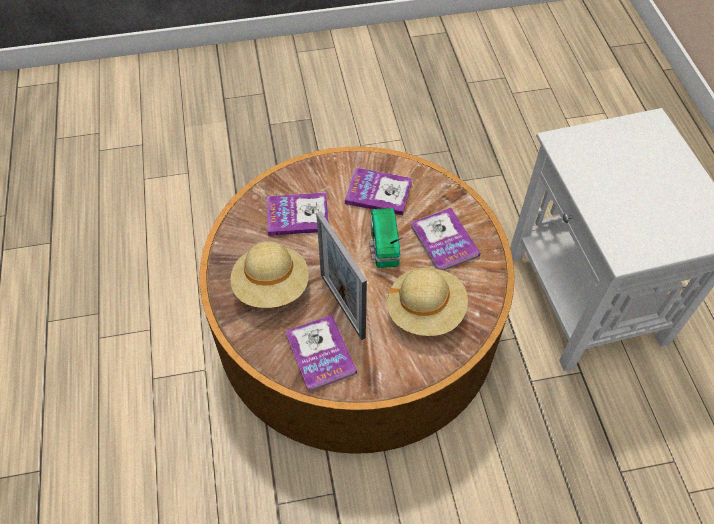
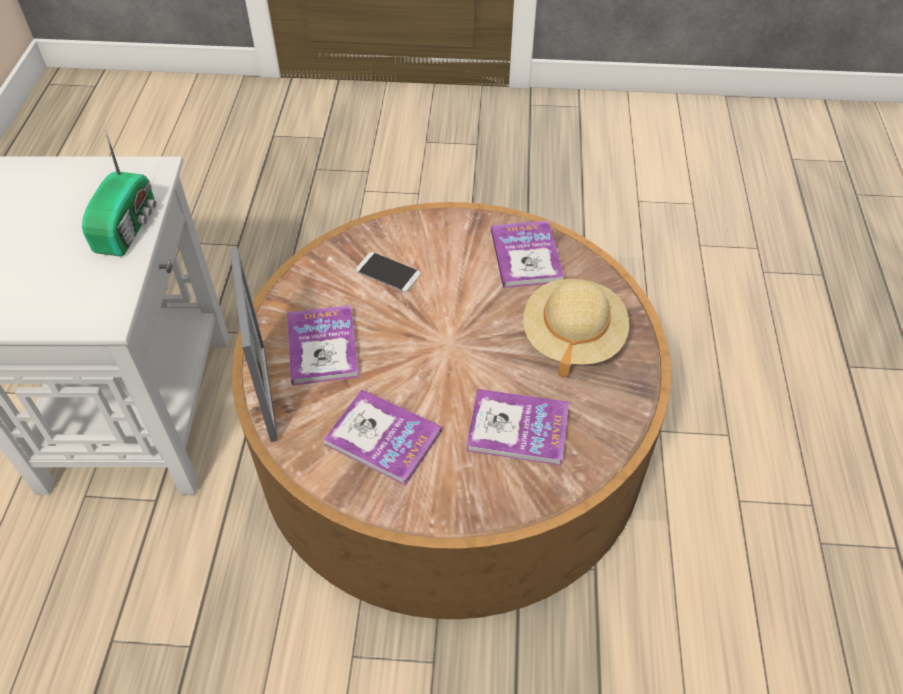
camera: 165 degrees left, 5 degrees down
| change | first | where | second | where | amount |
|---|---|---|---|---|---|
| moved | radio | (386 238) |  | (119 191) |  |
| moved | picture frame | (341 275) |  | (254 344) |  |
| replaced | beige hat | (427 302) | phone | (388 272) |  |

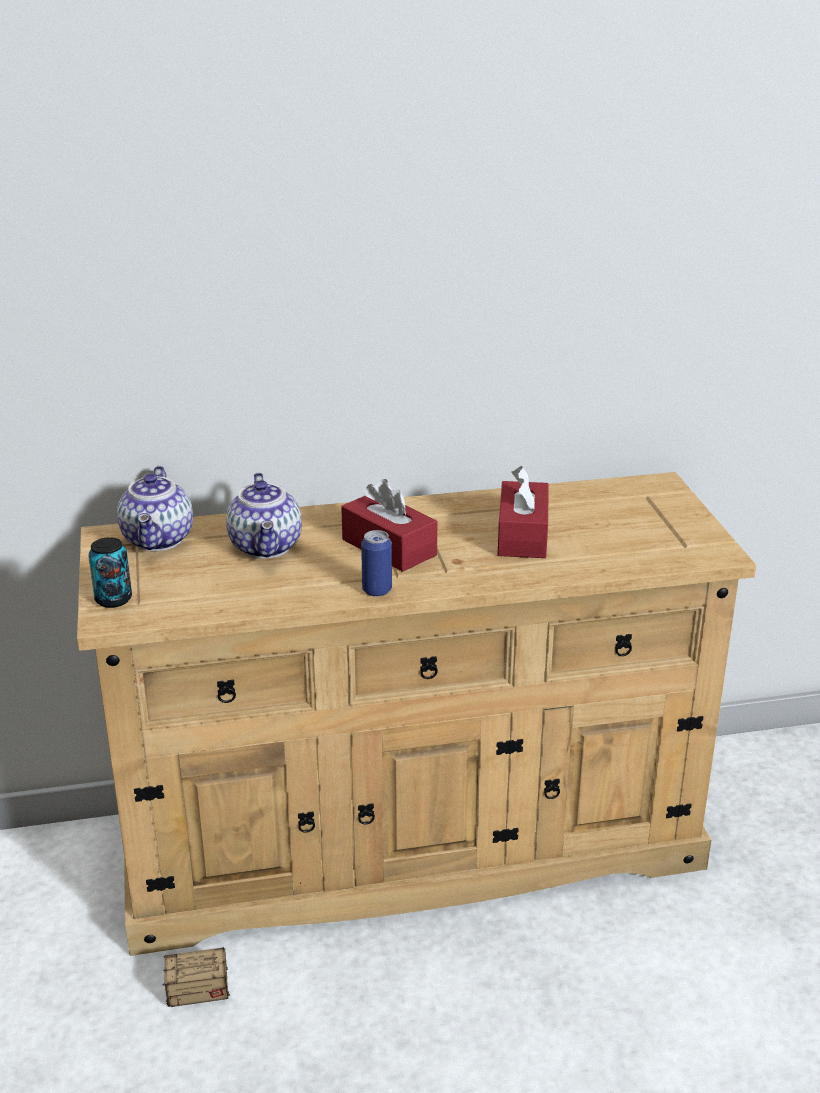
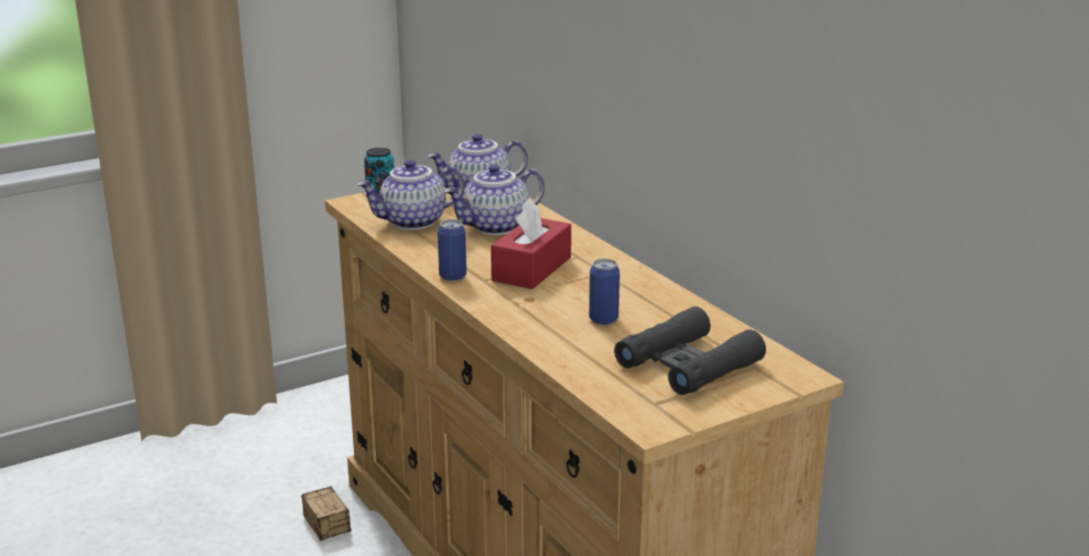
camera: 70 degrees right, 5 degrees down
| change | first | where | second | where | amount |
|---|---|---|---|---|---|
| added |  |  | teapot | (411 195) |  |
| replaced | red tissue box | (523 512) | can | (604 292) |  |
| added |  |  | black binoculars | (690 350) |  |

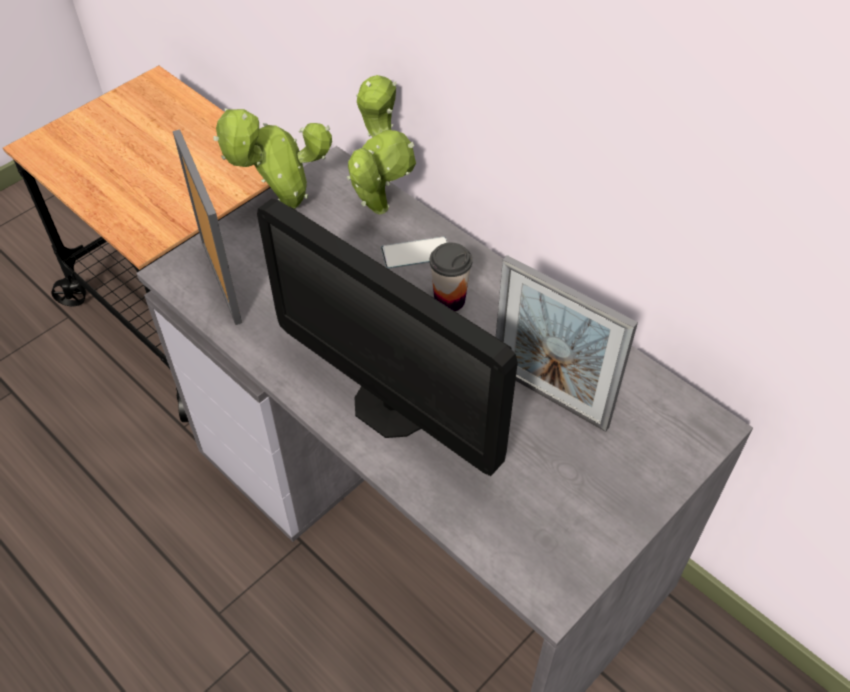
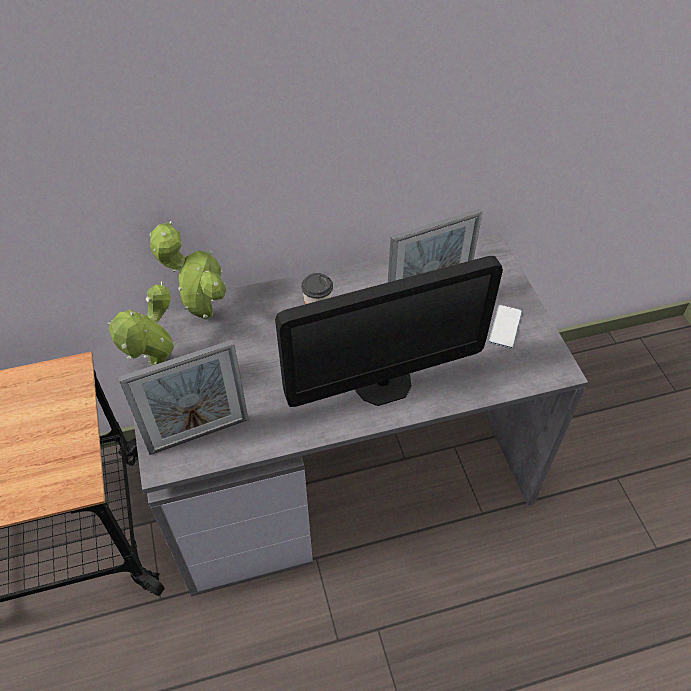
camera: 60 degrees left, 0 degrees up
| change | first | where | second | where | amount |
|---|---|---|---|---|---|
| turned | picture frame | (207 227) |  | (183 397) | 150 degrees clockwise |
| moved | phone | (414 253) |  | (505 326) |  |

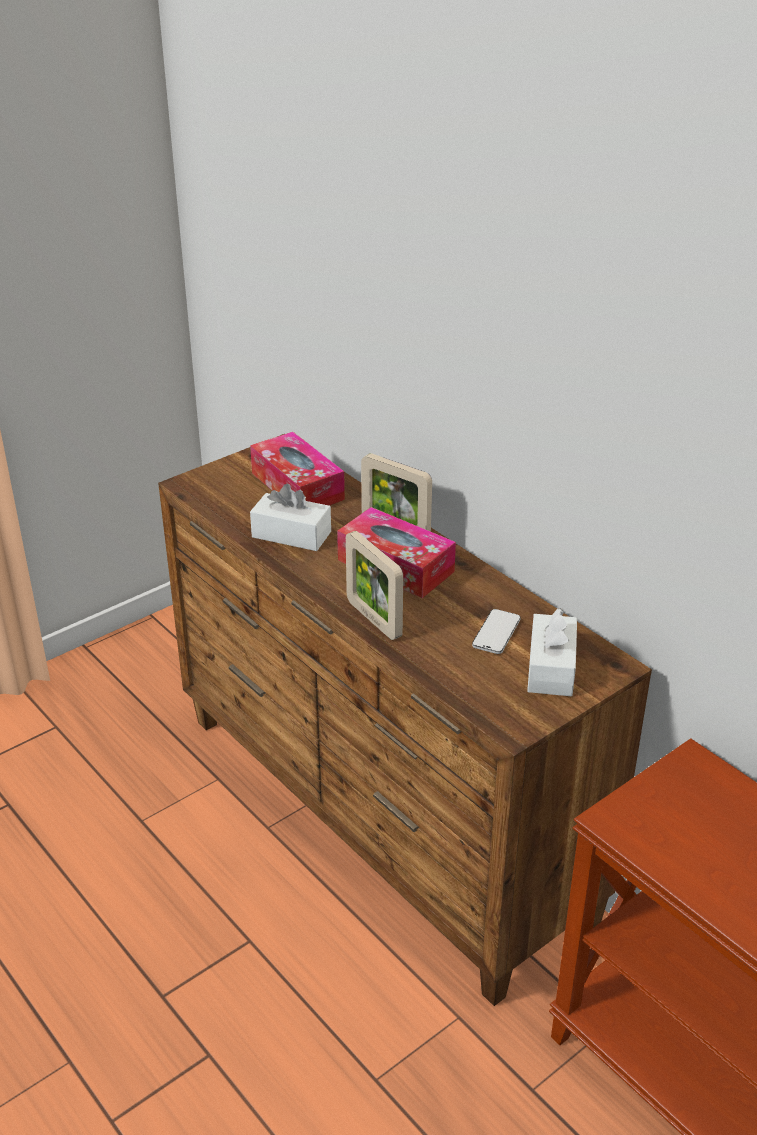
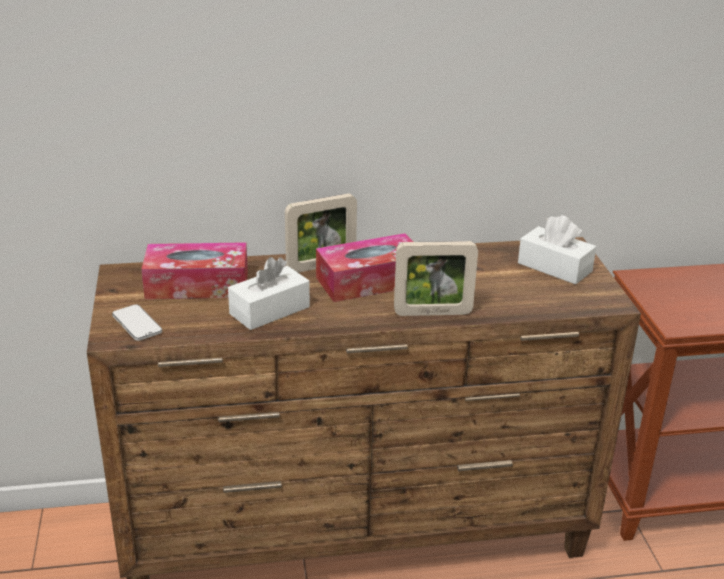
camera: 60 degrees left, 5 degrees down
| change | first | where | second | where | amount |
|---|---|---|---|---|---|
| moved | phone | (496 631) |  | (137 323) |  |

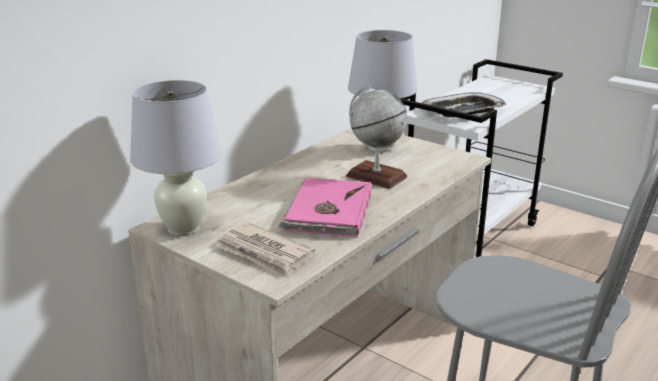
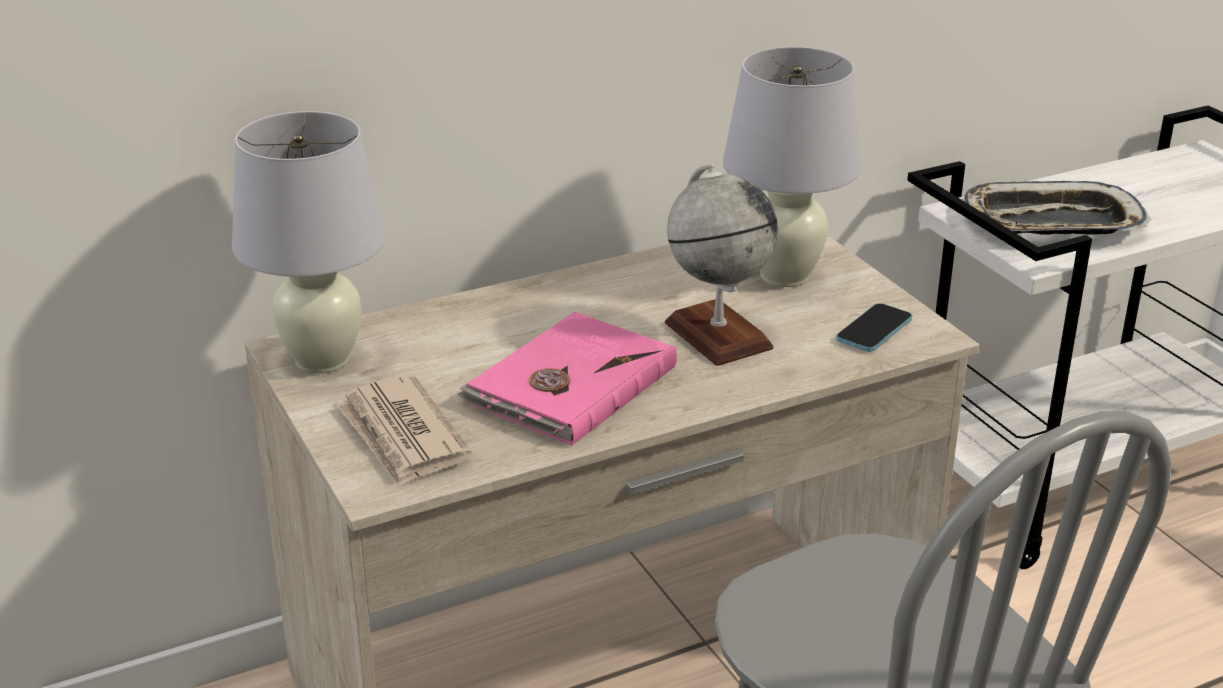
camera: 25 degrees right, 5 degrees up
| change | first | where | second | where | amount |
|---|---|---|---|---|---|
| added |  |  | phone | (874 327) |  |

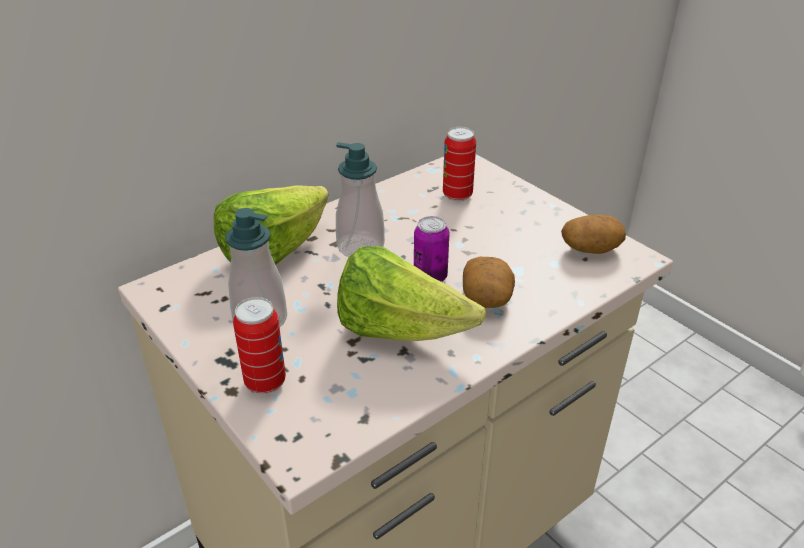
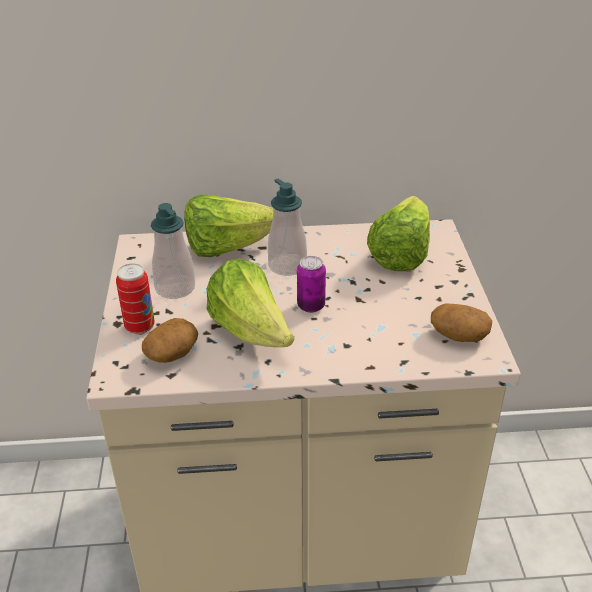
camera: 35 degrees right, 0 degrees up
| change | first | where | second | where | amount |
|---|---|---|---|---|---|
| moved | potato | (489 282) |  | (170 340) |  |
| replaced | can | (459 164) | lettuce | (398 233) |  |

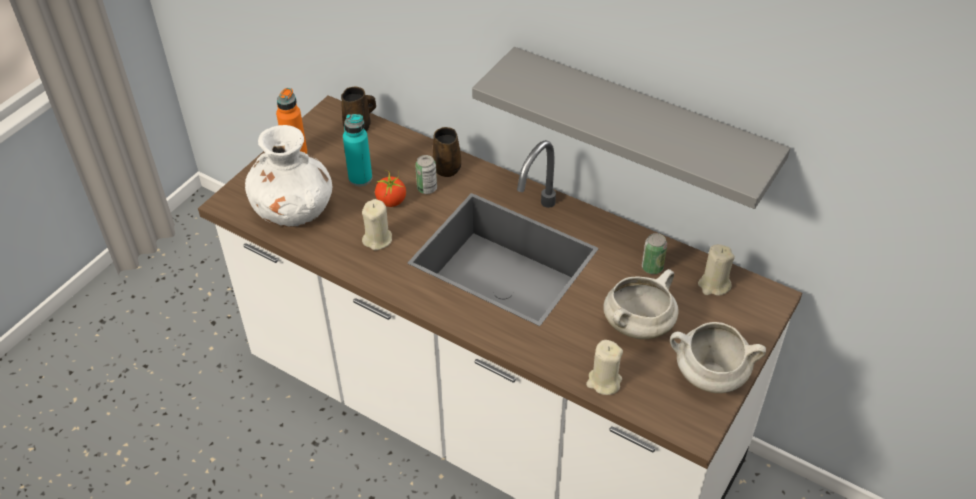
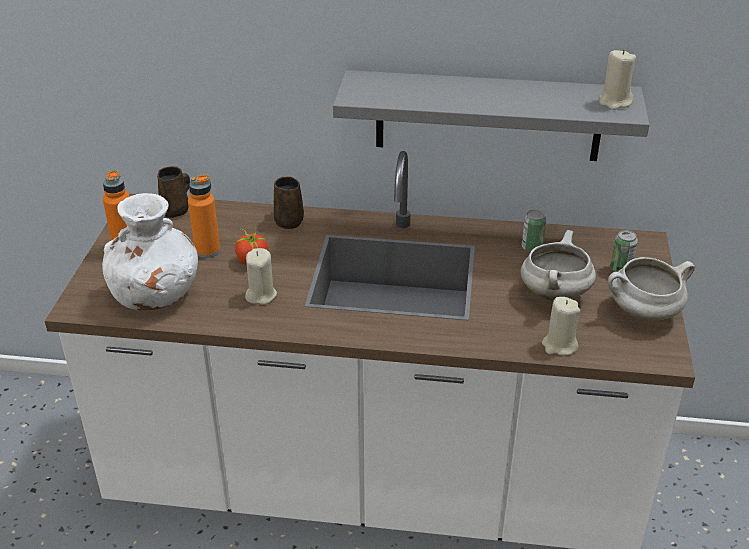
camera: 25 degrees left, 10 degrees down
| change | first | where | second | where | amount |
|---|---|---|---|---|---|
| recoloured | turquoise bottle | (357 150) | orange bottle | (204 216) |  |
| moved | beige candle | (716 270) |  | (617 79) |  |
| moved | can | (426 174) |  | (624 251) |  |

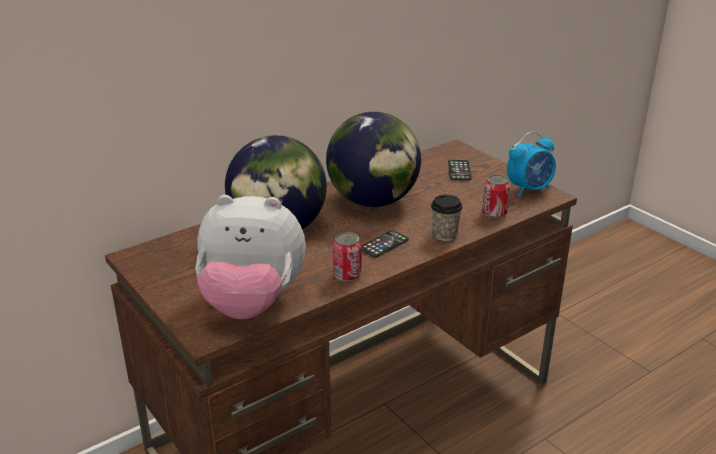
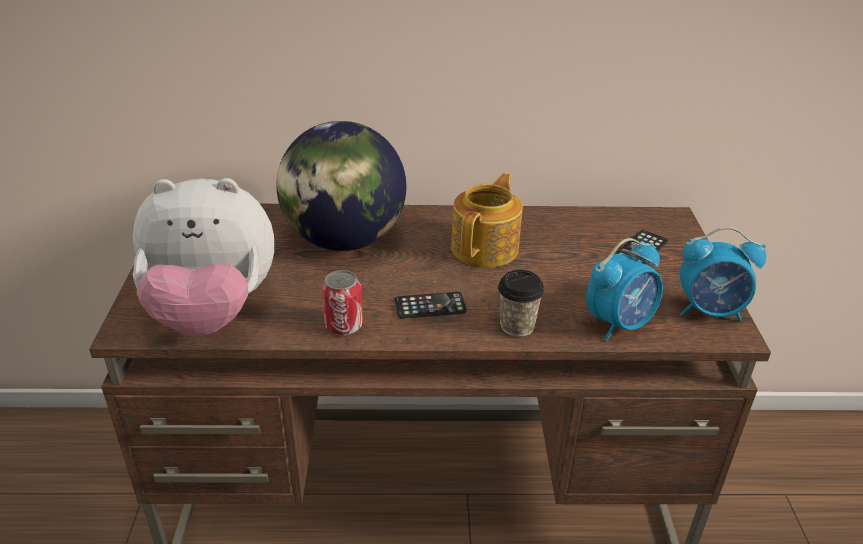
camera: 35 degrees right, 5 degrees up
| change | first | where | second | where | amount |
|---|---|---|---|---|---|
| turned | plush toy | (250 257) |  | (203 257) | 45 degrees counterclockwise |
| replaced | globe | (373 159) | teapot | (487 220) |  |
| replaced | can | (496 196) | alarm clock | (624 289) |  |

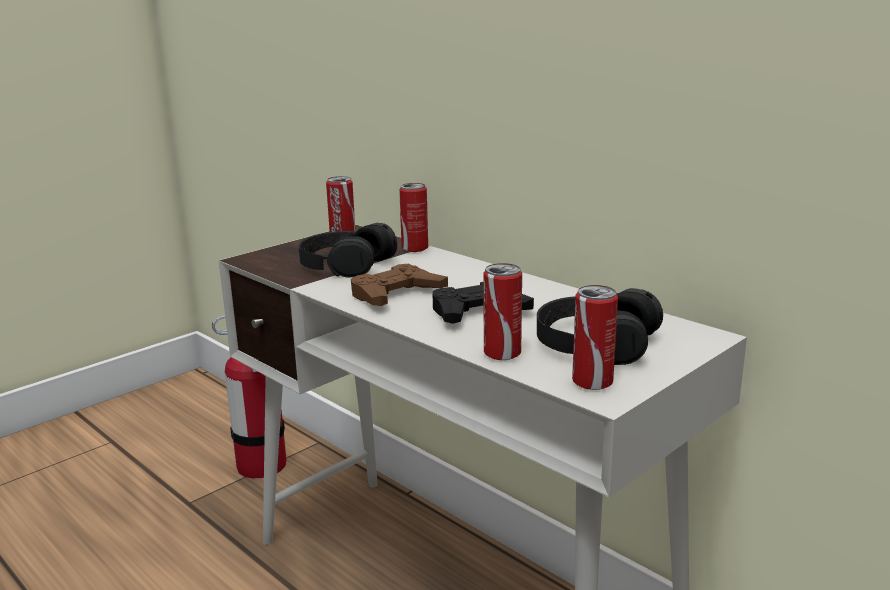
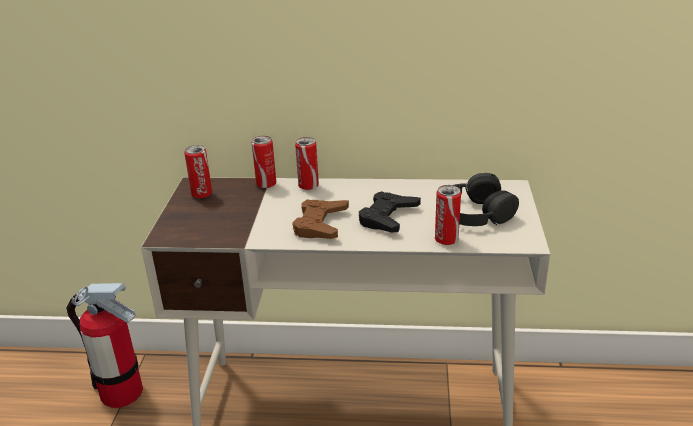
camera: 40 degrees left, 10 degrees up
| change | first | where | second | where | amount |
|---|---|---|---|---|---|
| moved | can | (595 337) |  | (307 163) |  |
| removed | black headphones | (347 250) |  |  |  |

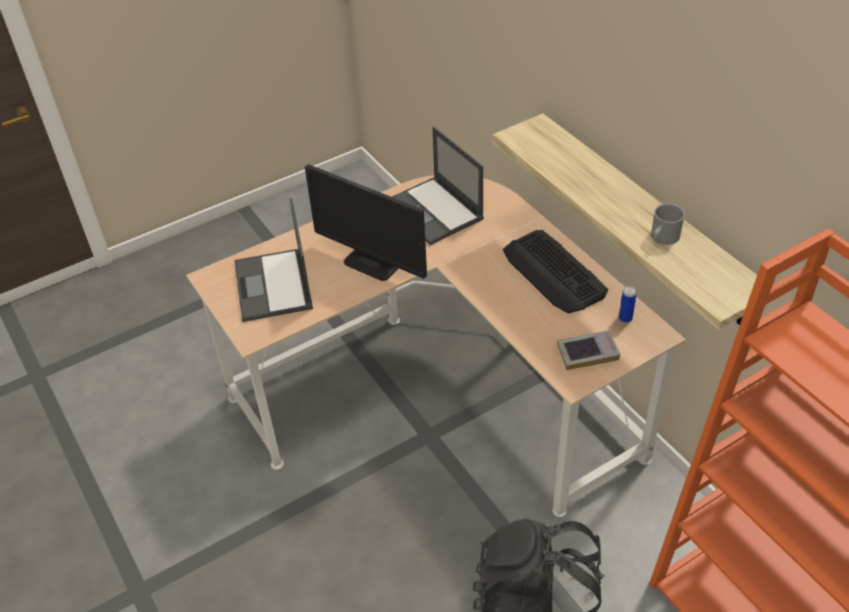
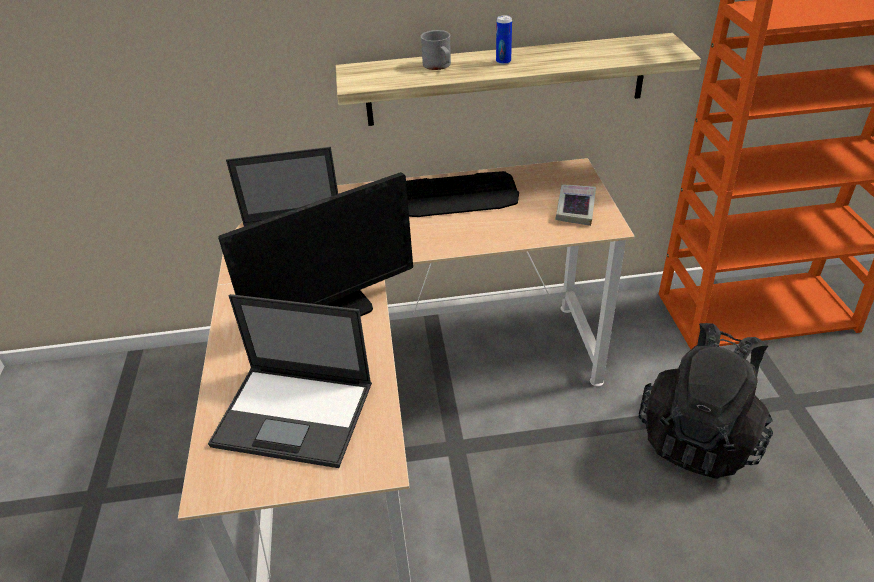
camera: 65 degrees left, 5 degrees down
| change | first | where | second | where | amount |
|---|---|---|---|---|---|
| moved | grey mug | (668 224) |  | (435 50) |  |
| moved | can | (628 304) |  | (504 40) |  |

